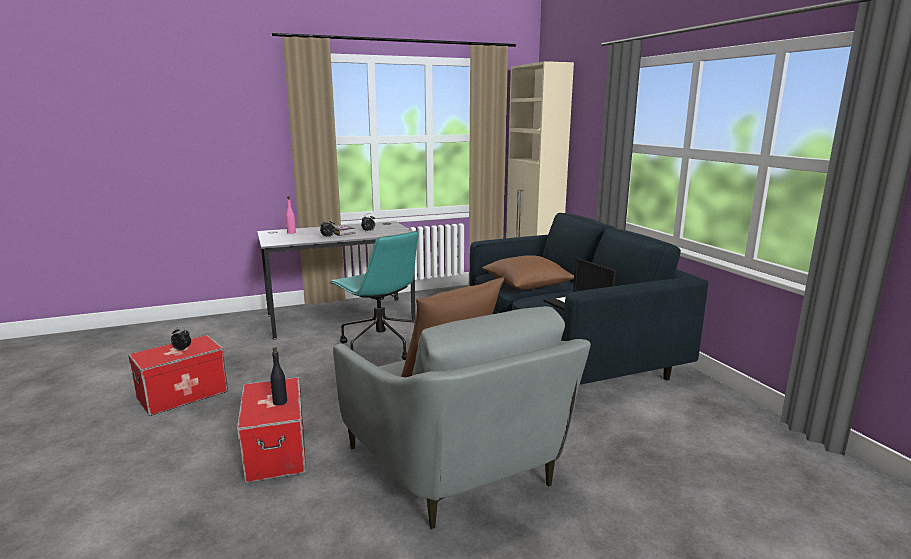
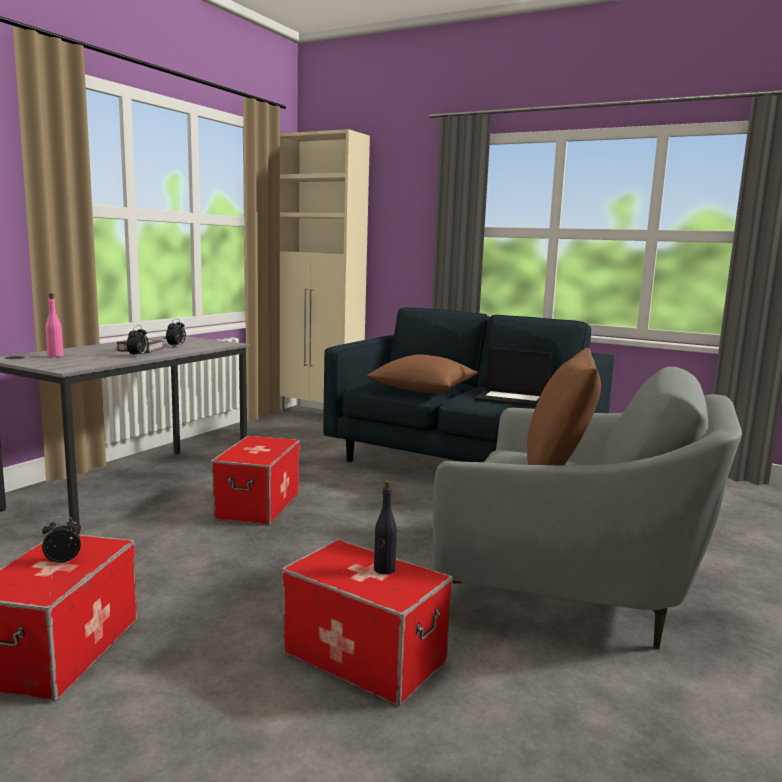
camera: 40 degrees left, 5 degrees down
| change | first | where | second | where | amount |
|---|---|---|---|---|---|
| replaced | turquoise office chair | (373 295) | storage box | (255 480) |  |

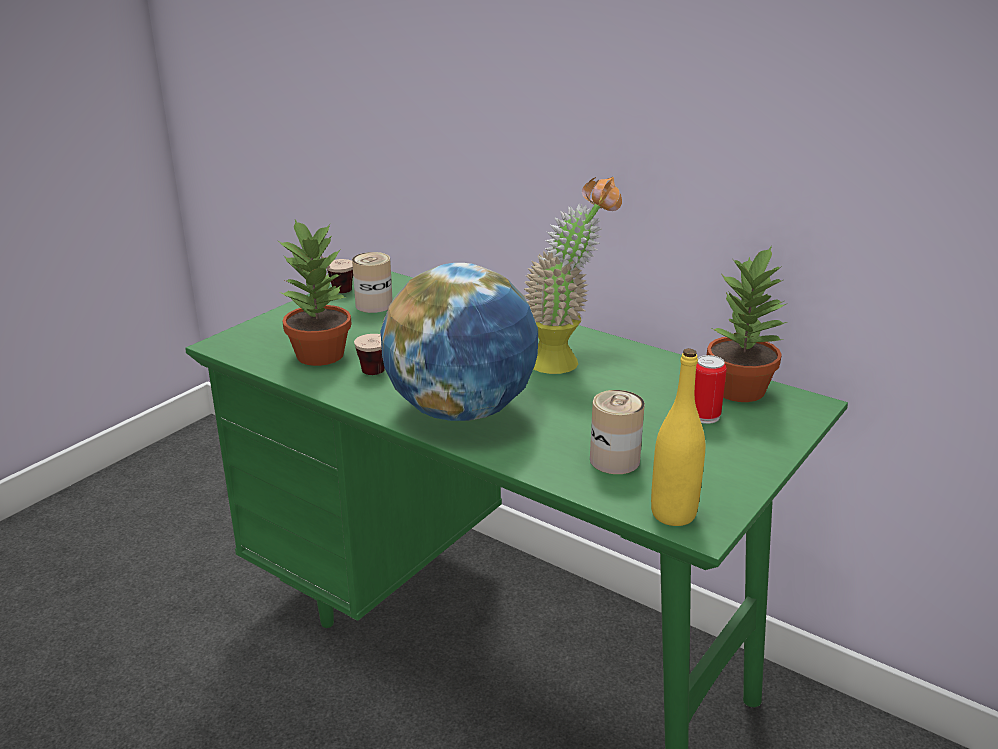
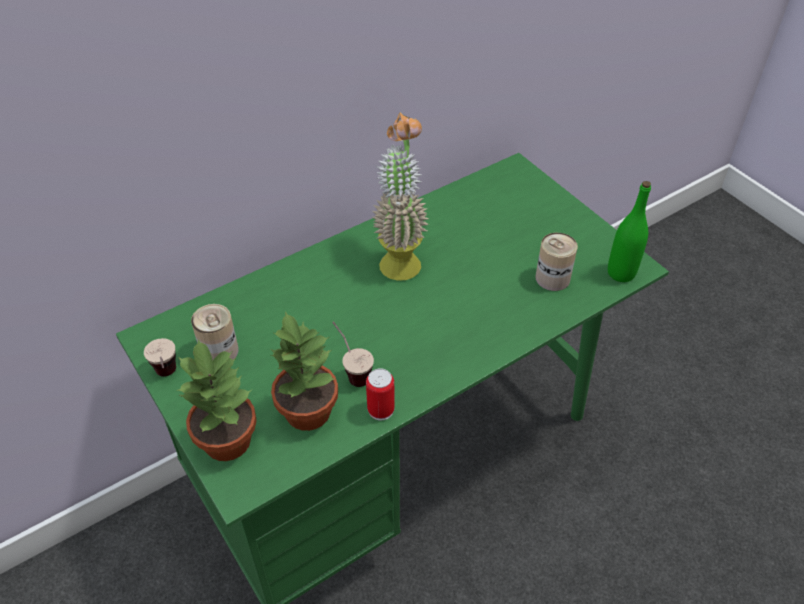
camera: 70 degrees left, 20 degrees up
| change | first | where | second | where | amount |
|---|---|---|---|---|---|
| moved | potted plant | (747 324) |  | (217 400) |  |
| moved | can | (711 389) |  | (380 394) |  |
| recoloured | yellow bottle | (678 437) | green bottle | (629 231) |  |
| removed | globe | (459 342) |  |  |  |

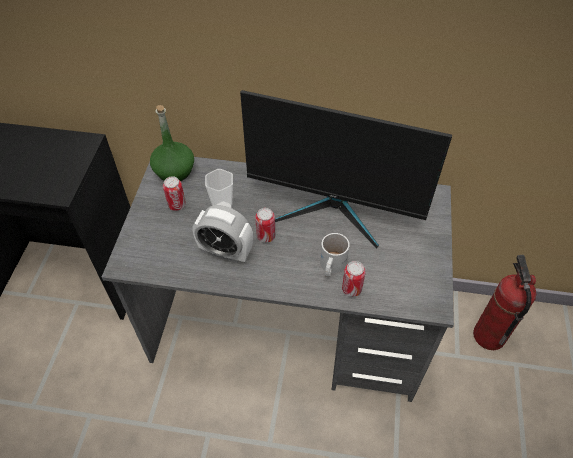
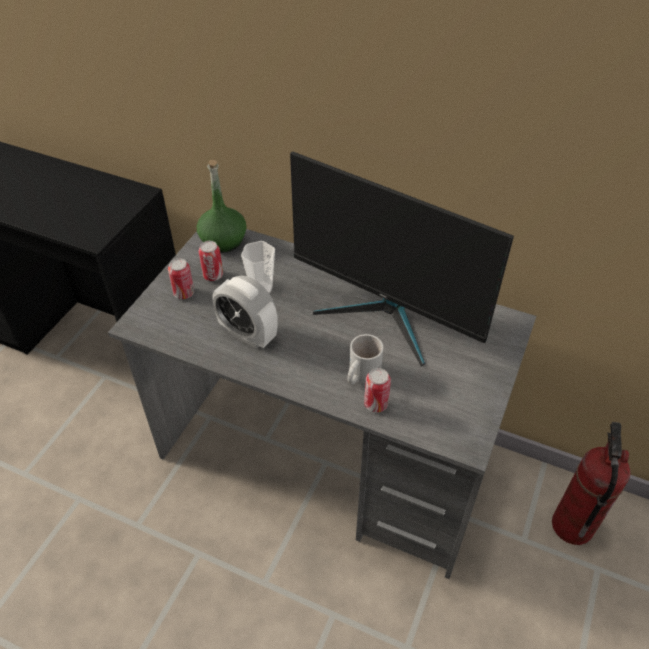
camera: 15 degrees right, 5 degrees down
| change | first | where | second | where | amount |
|---|---|---|---|---|---|
| moved | can | (265 225) |  | (181 278) |  |

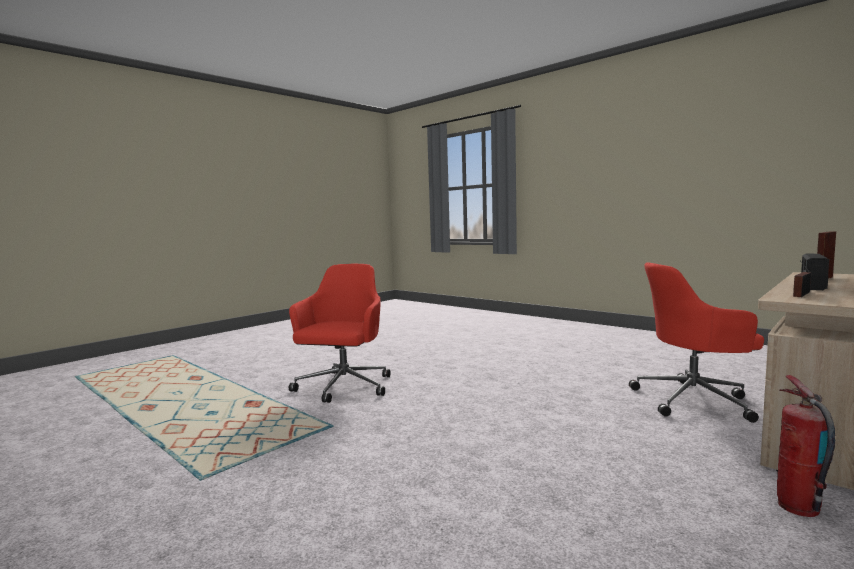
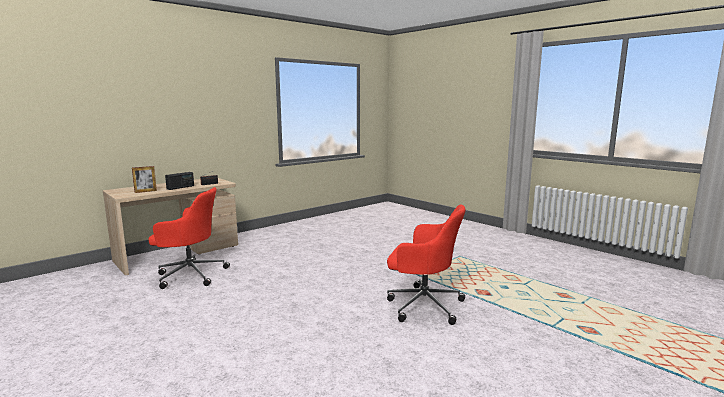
camera: 175 degrees left, 5 degrees up
| change | first | where | second | where | amount |
|---|---|---|---|---|---|
| turned | red office chair | (340 333) |  | (426 264) | 90 degrees counterclockwise |
| removed | fire extinguisher | (806 446) |  |  |  |

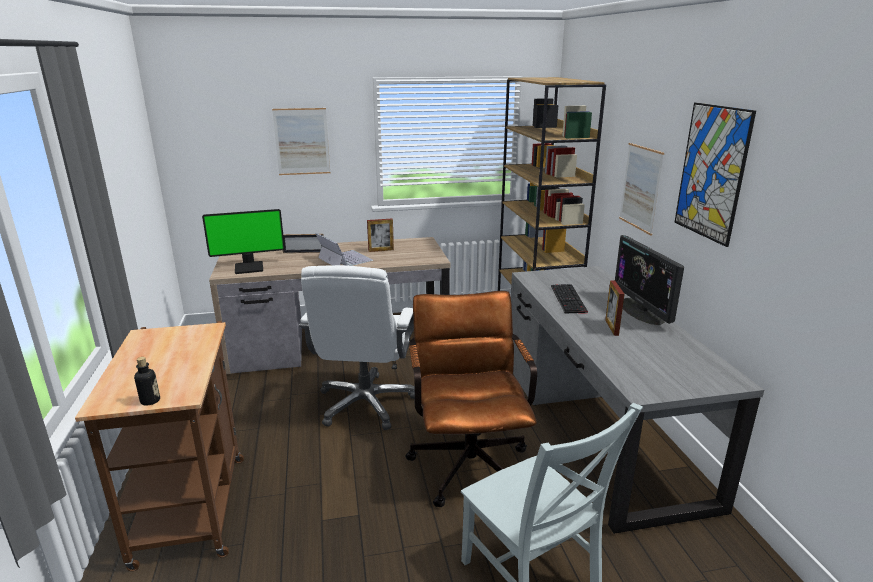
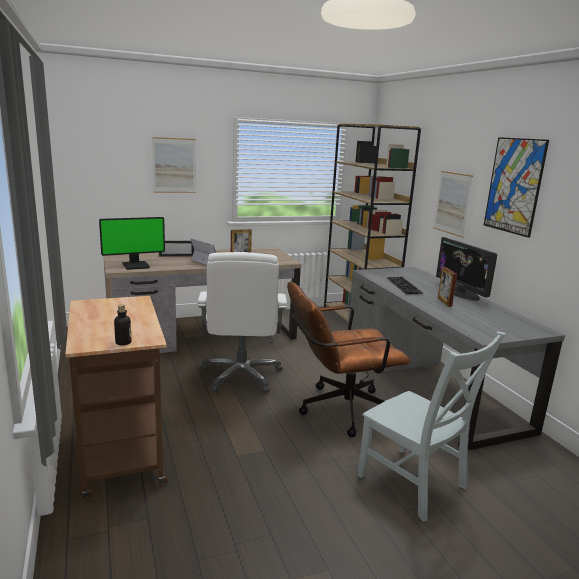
camera: 10 degrees left, 5 degrees down
| change | first | where | second | where | amount |
|---|---|---|---|---|---|
| turned | brown office chair | (471 399) |  | (348 359) | 90 degrees counterclockwise |

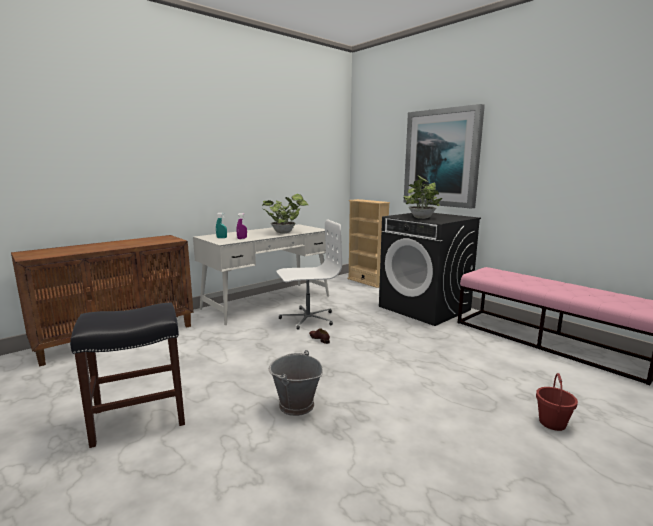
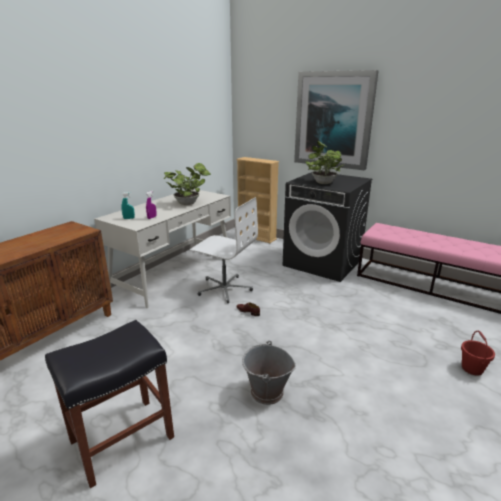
camera: 15 degrees left, 10 degrees up
| change | first | where | second | where | amount |
|---|---|---|---|---|---|
| turned | white office chair | (309 274) |  | (224 250) | 60 degrees clockwise |

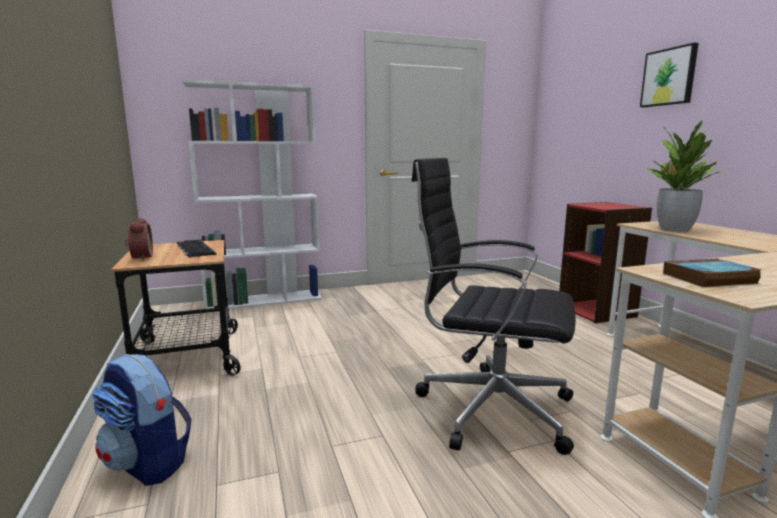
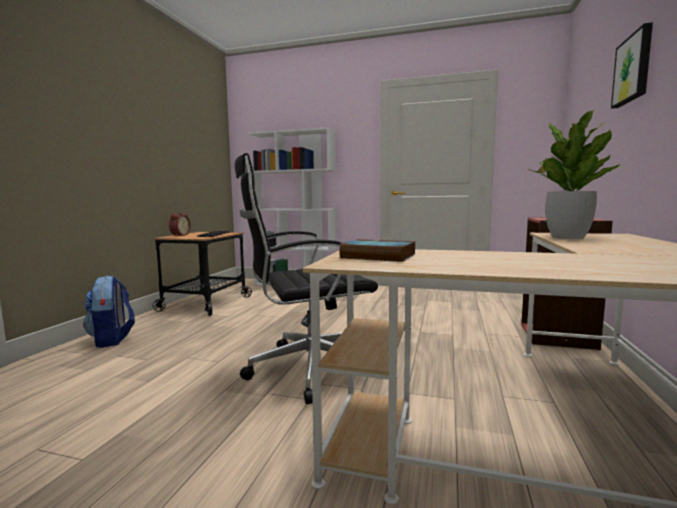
camera: 35 degrees right, 5 degrees down
| change | first | where | second | where | amount |
|---|---|---|---|---|---|
| turned | black office chair | (493 306) |  | (306 278) | 75 degrees counterclockwise |

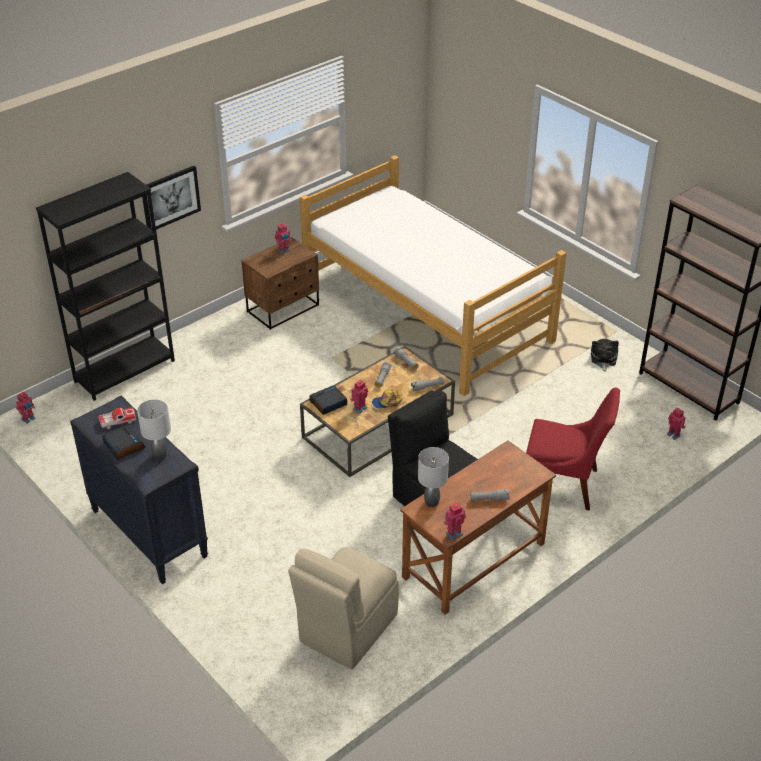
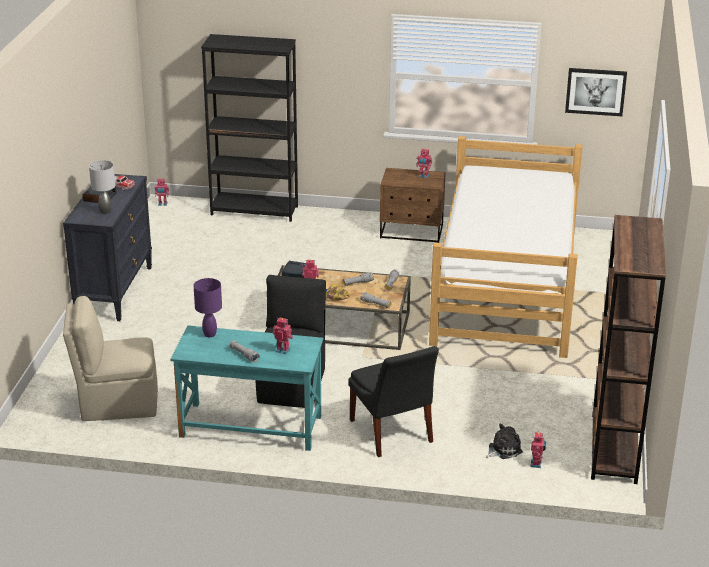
camera: 50 degrees right, 10 degrees down
| change | first | where | second | where | amount |
|---|---|---|---|---|---|
| recoloured | brown desk | (478 527) | turquoise desk | (247 388) |  |
| recoloured | grey table lamp | (433 477) | purple table lamp | (208 307) |  |
| moved | toy robot | (454 521) |  | (283 335) |  |
| recoloured | red chair | (573 449) | black chair | (394 401) |  |
| moved | plush toy | (605 355) |  | (504 441) |  |
| moved | picture | (171 198) |  | (596 92) |  |

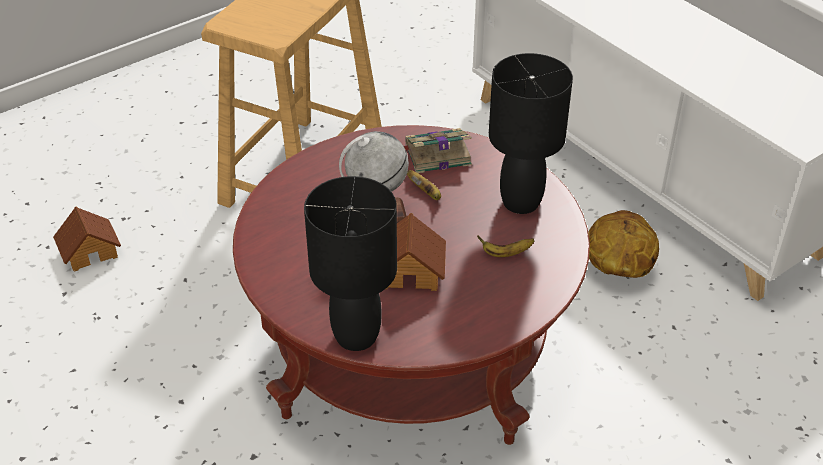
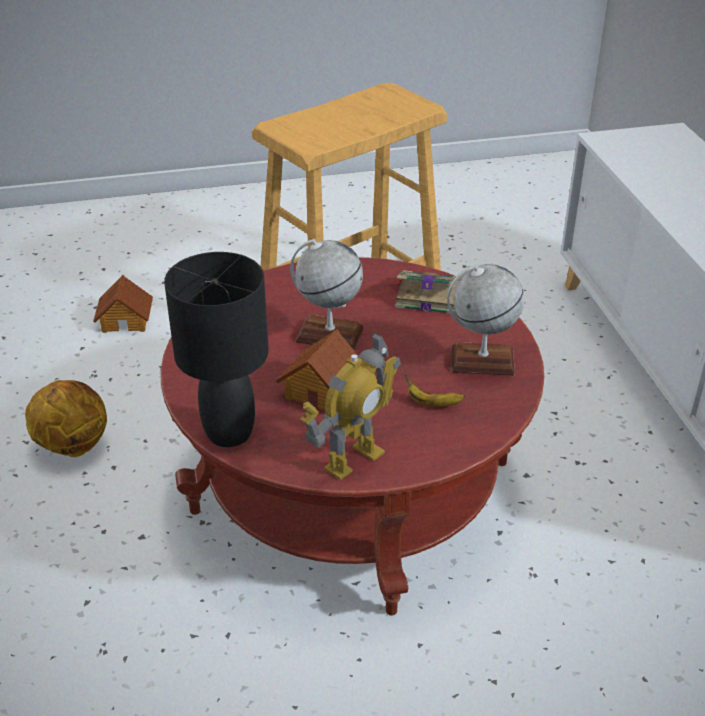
camera: 25 degrees right, 5 degrees down
| change | first | where | second | where | amount |
|---|---|---|---|---|---|
| moved | basketball | (623 244) |  | (66 418) |  |
| added |  |  | toy robot | (351 406) |  |
| replaced | black table lamp | (531 133) | globe | (485 320) |  |
| removed | banana | (424 185) |  |  |  |

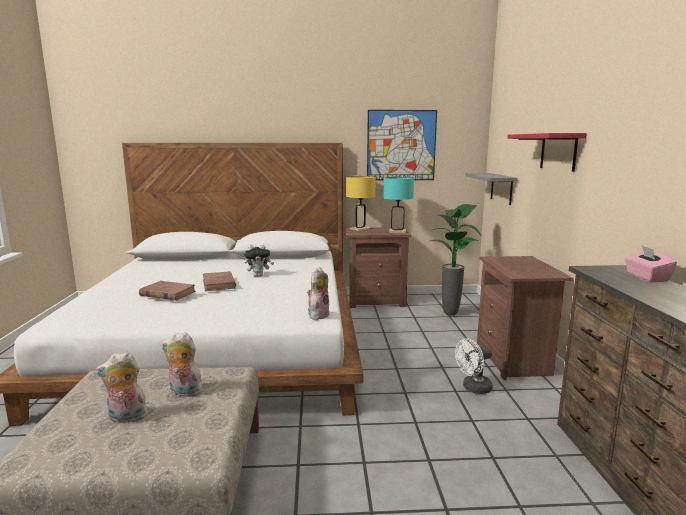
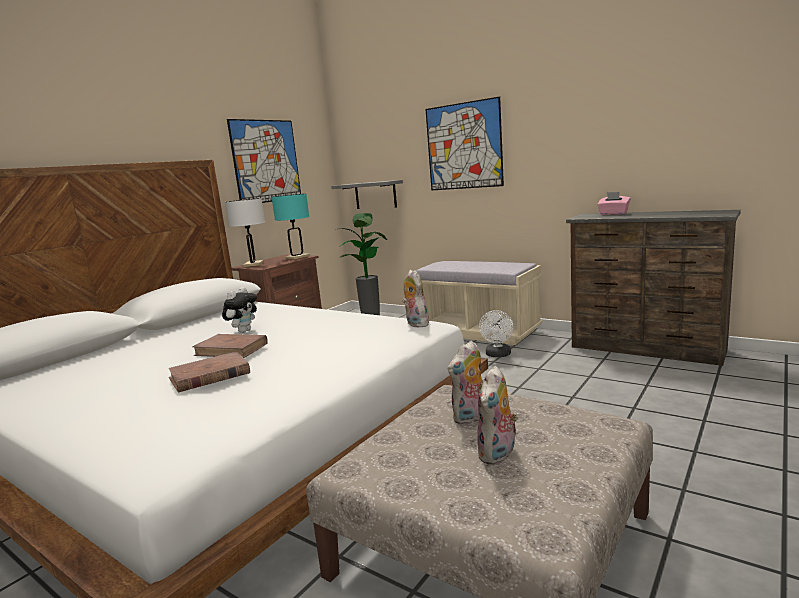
camera: 50 degrees left, 0 degrees up
| change | first | where | second | where | amount |
|---|---|---|---|---|---|
| recoloured | yellow table lamp | (361 203) | white table lamp | (245 232) |  |
| replaced | brown nightstand | (525 318) | beige bench | (479 303) |  |
| replaced | red shelf | (547 152) | picture | (465 143) |  |

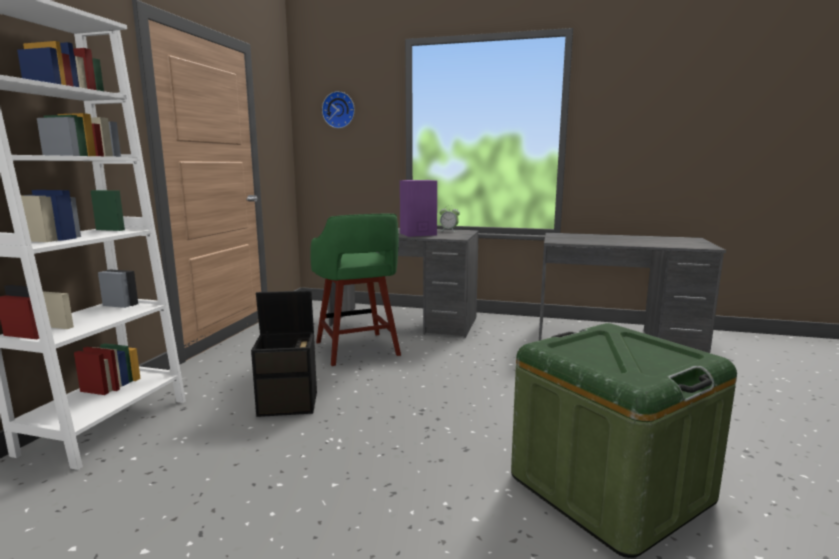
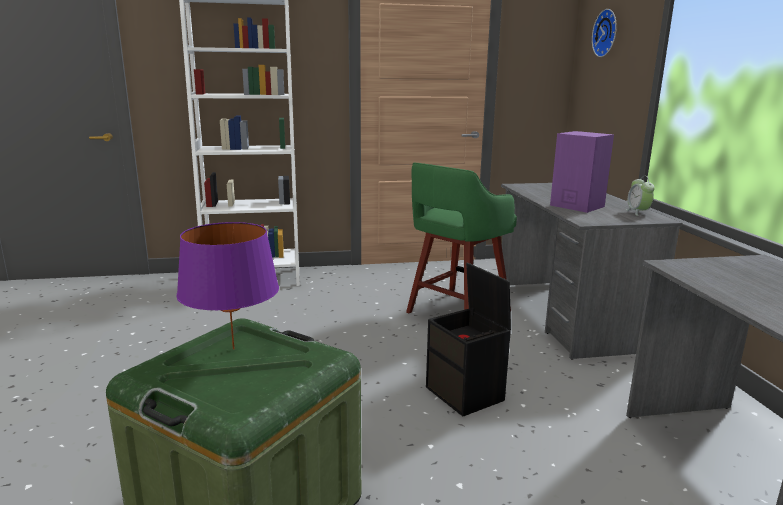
camera: 65 degrees right, 5 degrees up
| change | first | where | second | where | amount |
|---|---|---|---|---|---|
| added |  |  | purple table lamp | (227 285) |  |
| moved | black storage box | (284 354) |  | (468 339) |  |

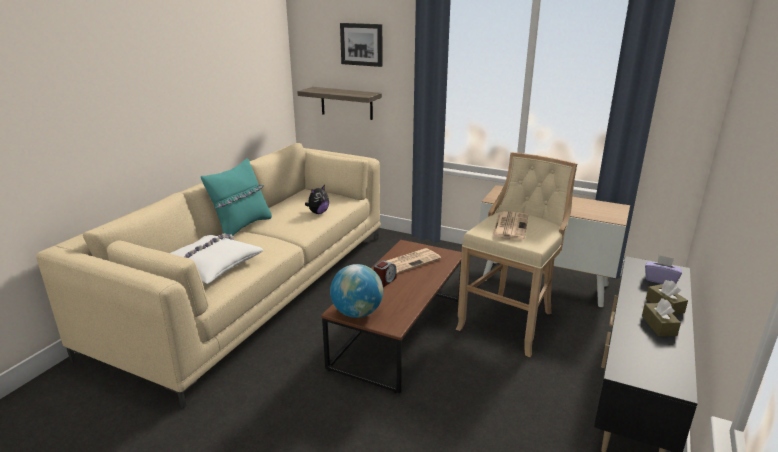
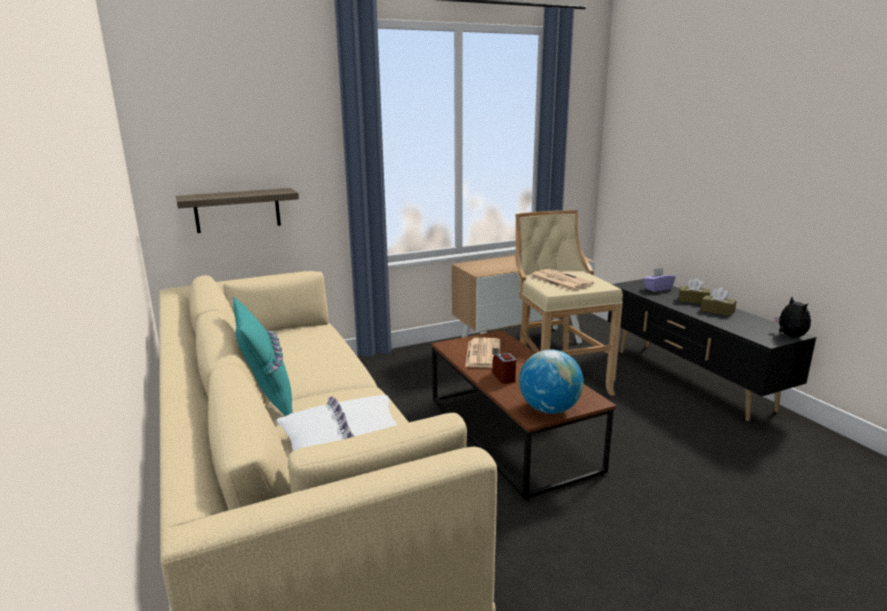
camera: 50 degrees left, 5 degrees down
| change | first | where | second | where | amount |
|---|---|---|---|---|---|
| moved | plush toy | (317 199) |  | (792 317) |  |
| removed | picture | (361 45) |  |  |  |

